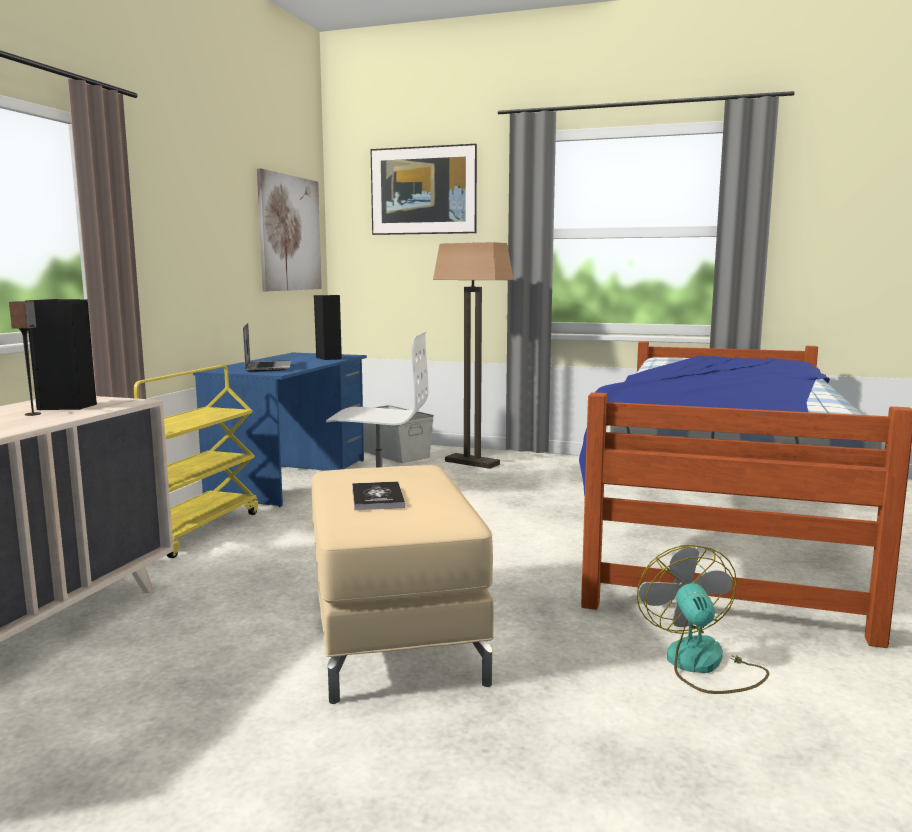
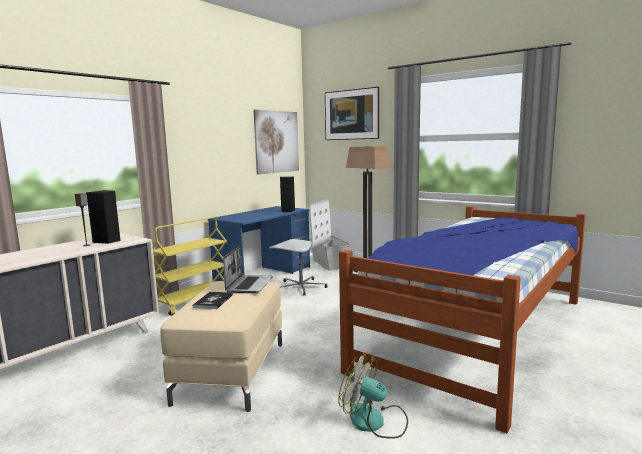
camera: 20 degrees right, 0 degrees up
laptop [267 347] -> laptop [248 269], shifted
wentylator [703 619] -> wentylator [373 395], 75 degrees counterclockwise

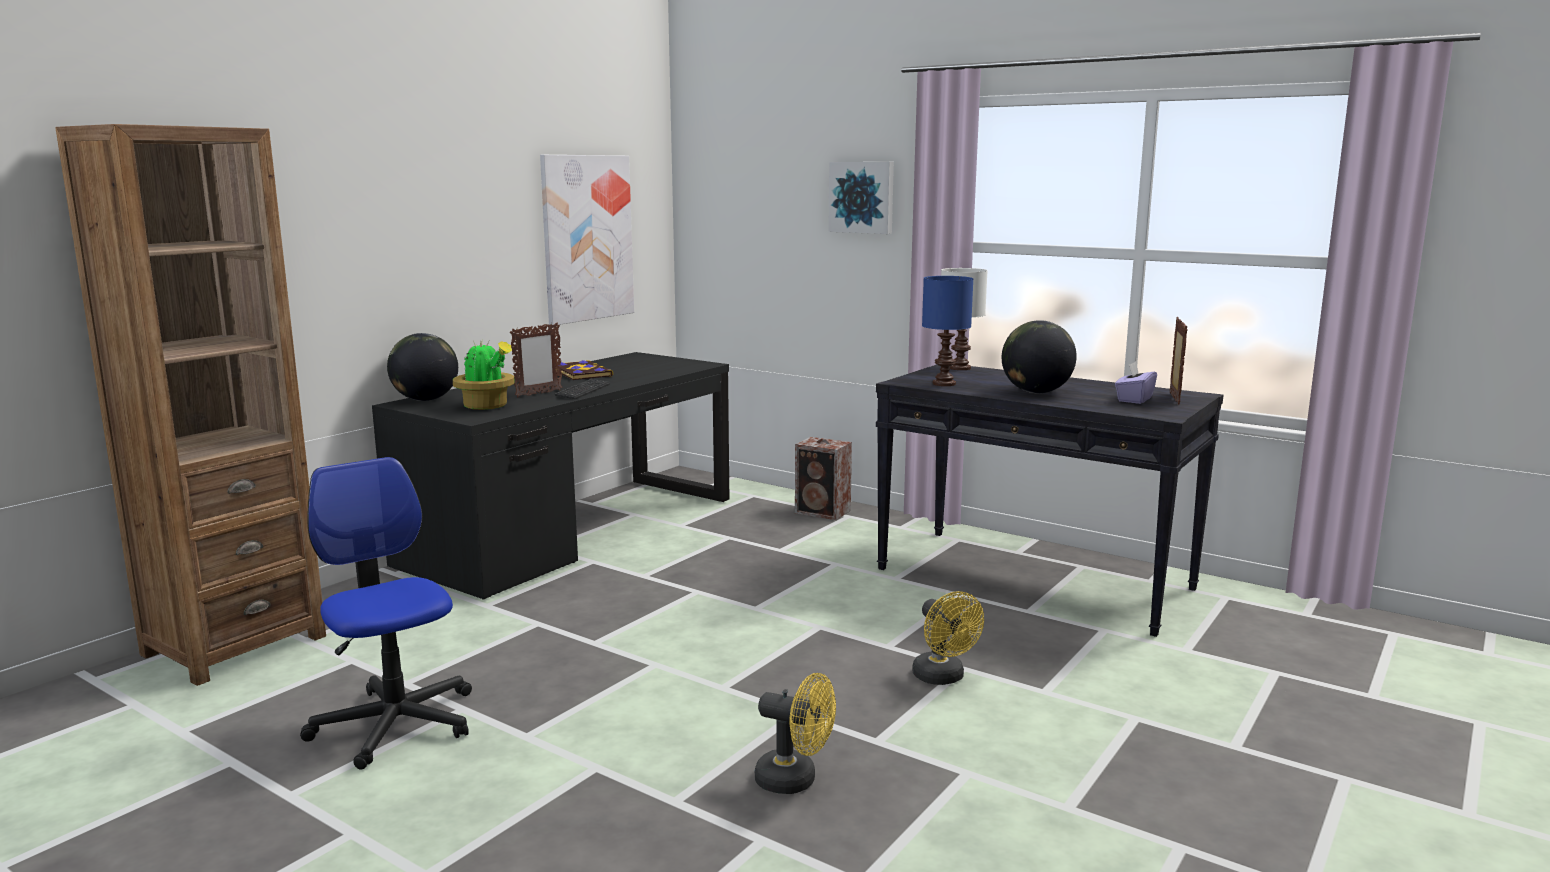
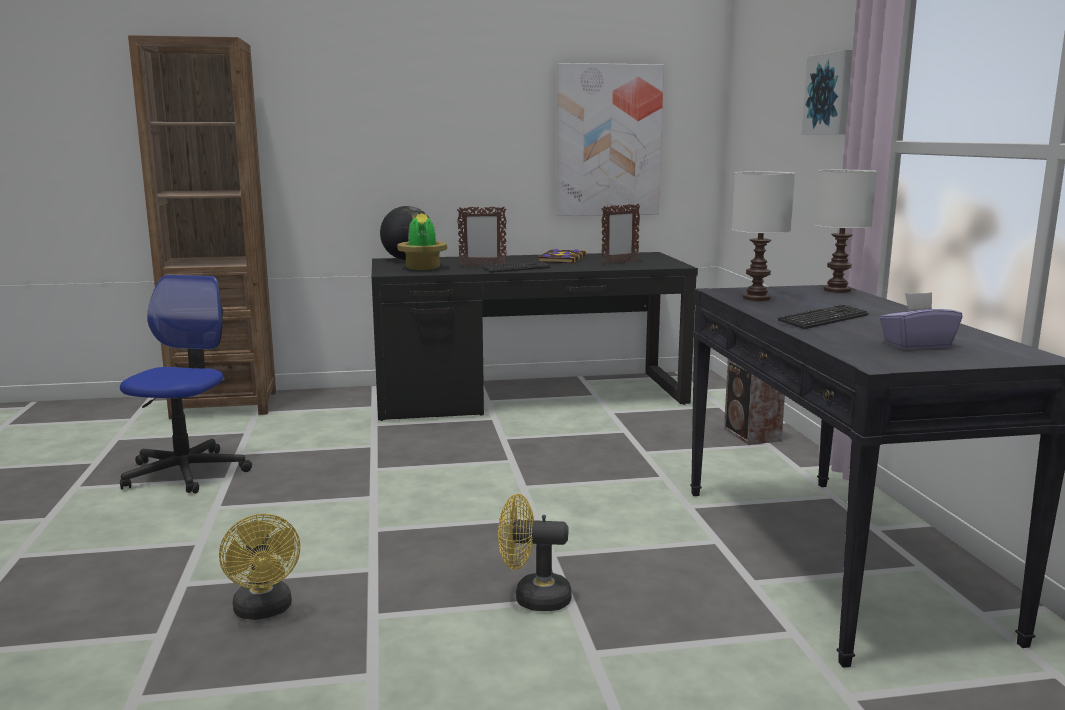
camera: 45 degrees right, 0 degrees up
lampa stołowa/niebieski [947 331] -> lampa stołowa/biały [763 236]
ramka na zdjęcie [1178 360] -> ramka na zdjęcie [621 234], shifted
globus [1039 356] -> klawiatura [823 316]
wentylator/żółty [948 638] -> wentylator/żółty [535 552], 75 degrees clockwise

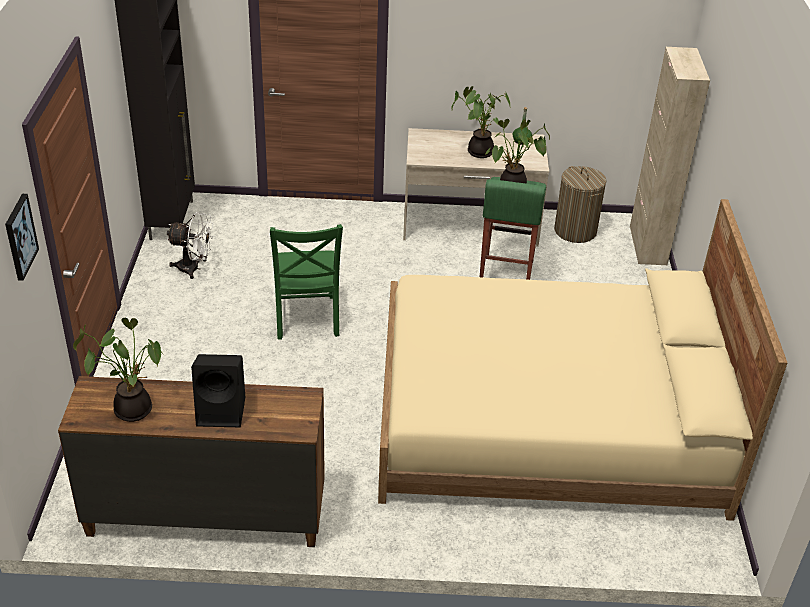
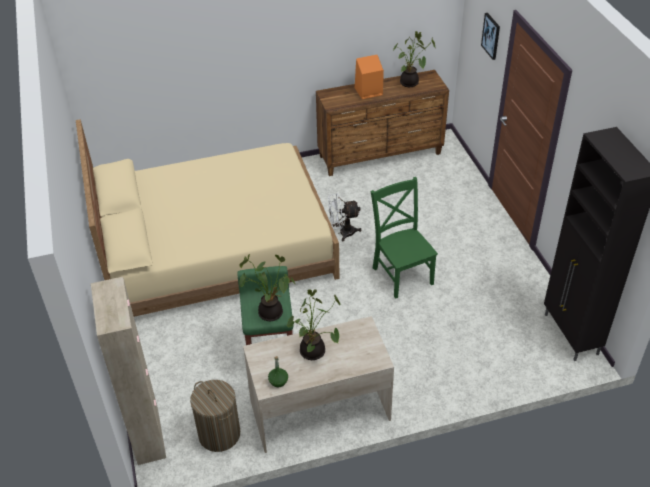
camera: 165 degrees right, 5 degrees up
wentylator/biały [190 245] -> wentylator/biały [344 217], shifted
głośnik/czarny [218 390] -> głośnik/pomarańczowy [369 77]

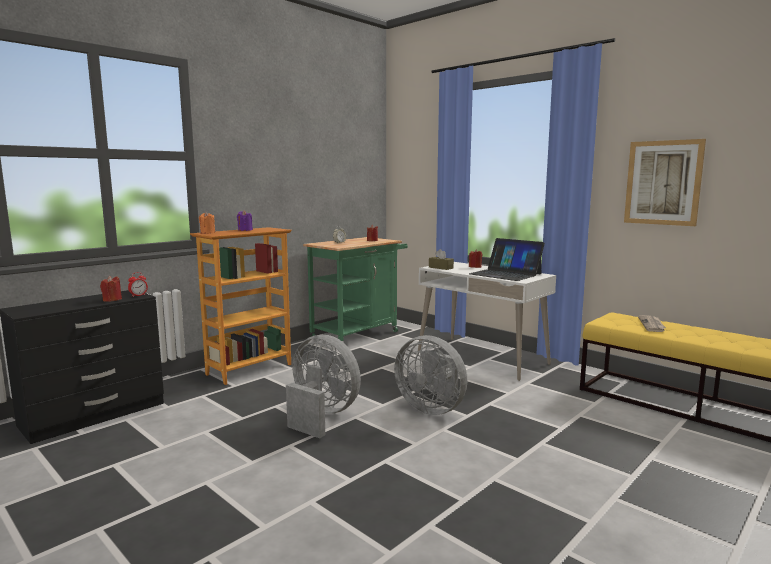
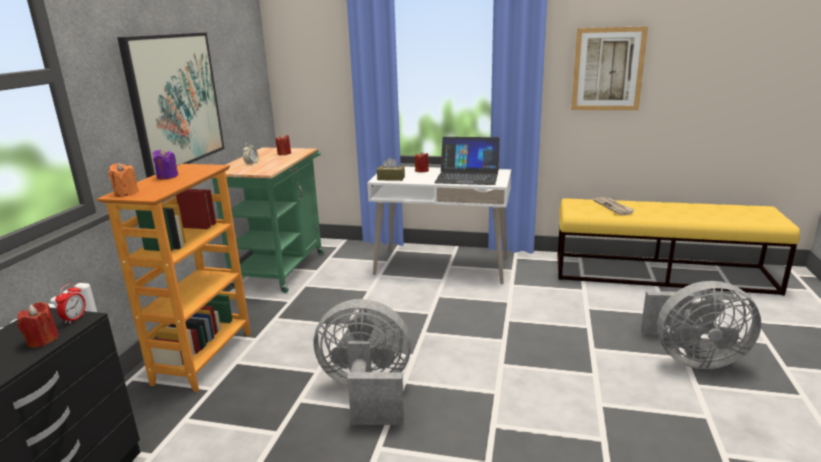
camera: 30 degrees left, 10 degrees up
wentylator/szary [431 375] -> wentylator/szary [701 325], shifted
none -> obraz [170 105]

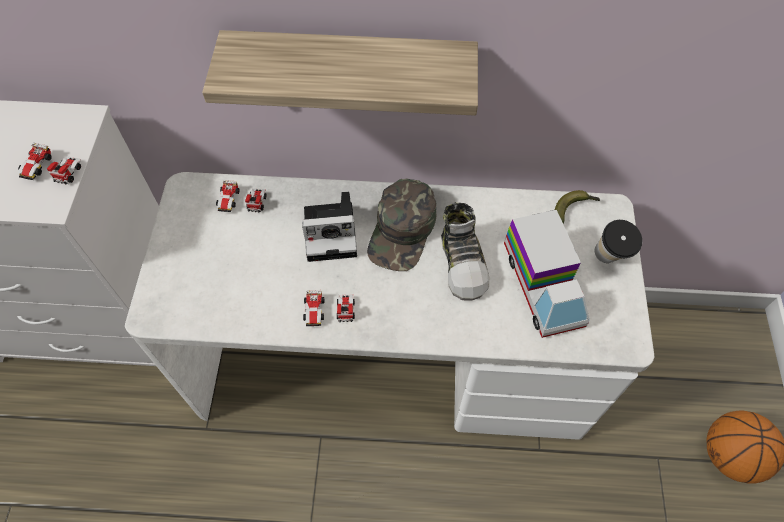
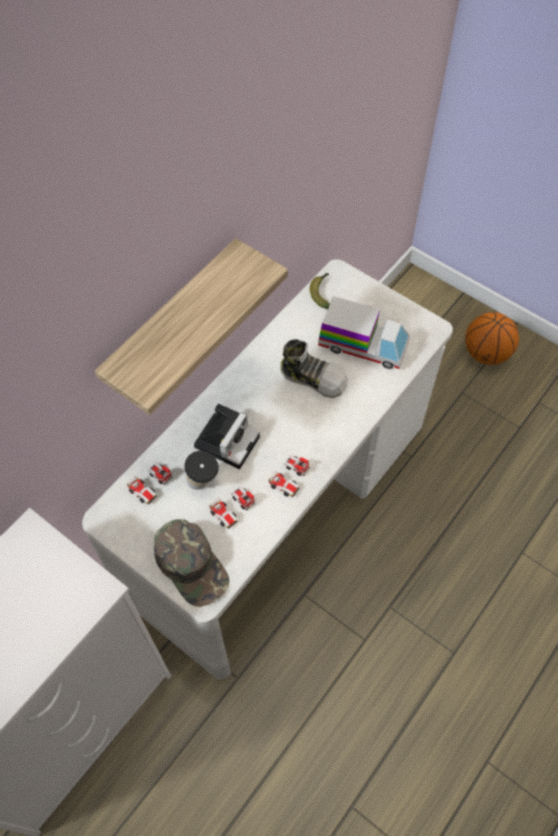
camera: 55 degrees left, 0 degrees up
samochodzik [49 163] -> samochodzik [232 507], shifted
czapka z daszkiem/zielony [402 225] -> czapka z daszkiem/zielony [191 563], shifted
filiżanka [618 241] -> filiżanka [201 470], shifted

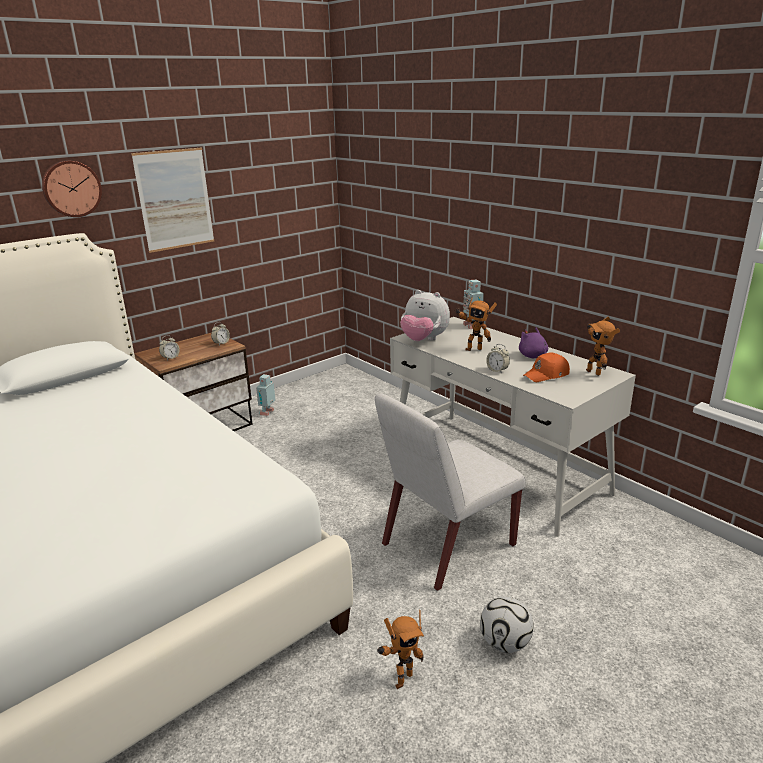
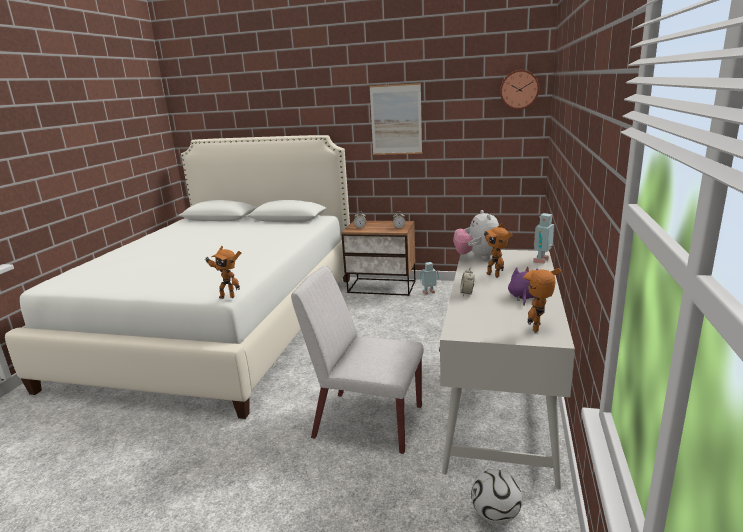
camera: 55 degrees right, 5 degrees down
zegar ścienny [72 188] -> zegar ścienny [519 90], shifted
czapka z daszkiem/pomarańczowy [546 367] -> none
piłka futbolowa [507 625] -> piłka futbolowa [496 496], shifted
robot zabawkowy [400 649] -> robot zabawkowy [222 272], shifted

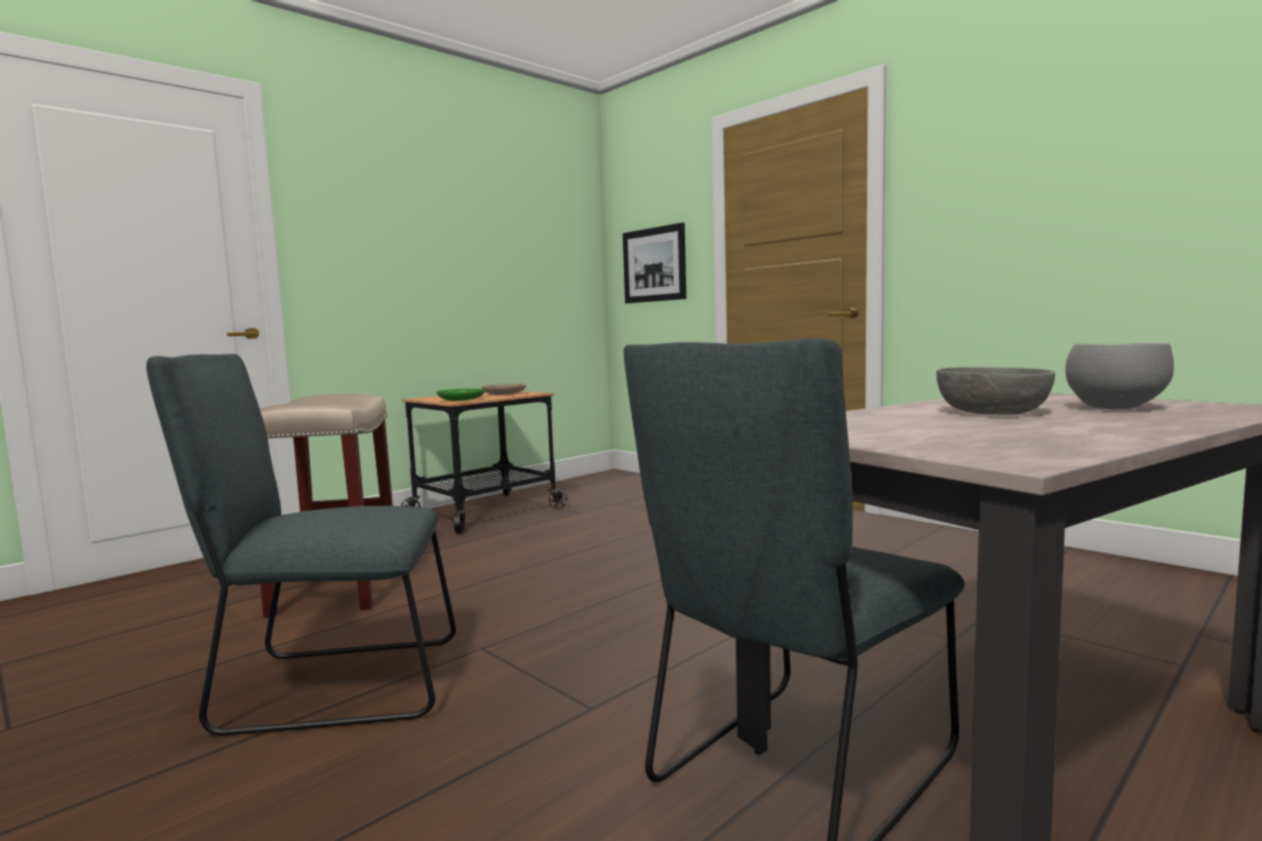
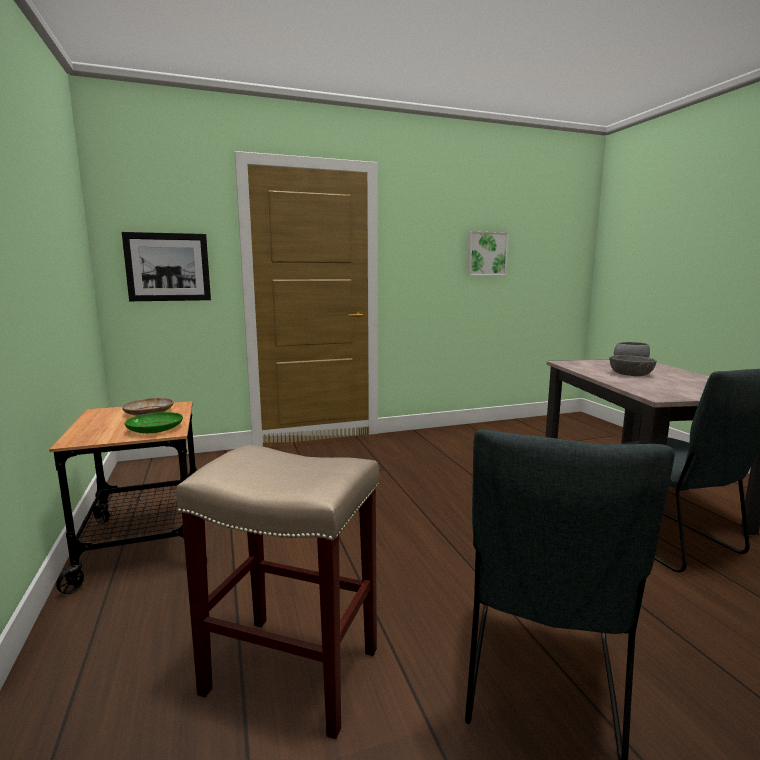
camera: 65 degrees left, 5 degrees up
none -> obraz [488 253]

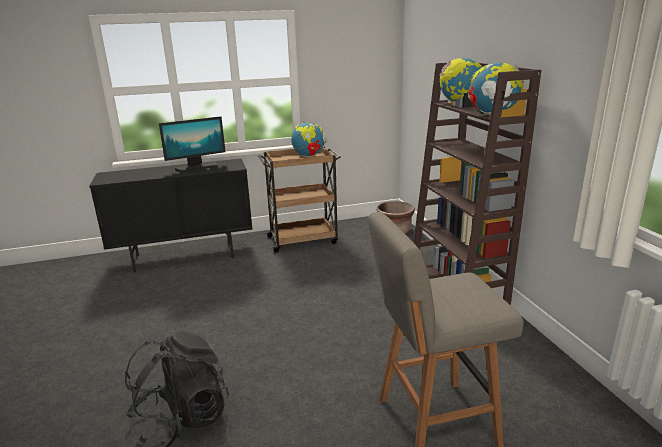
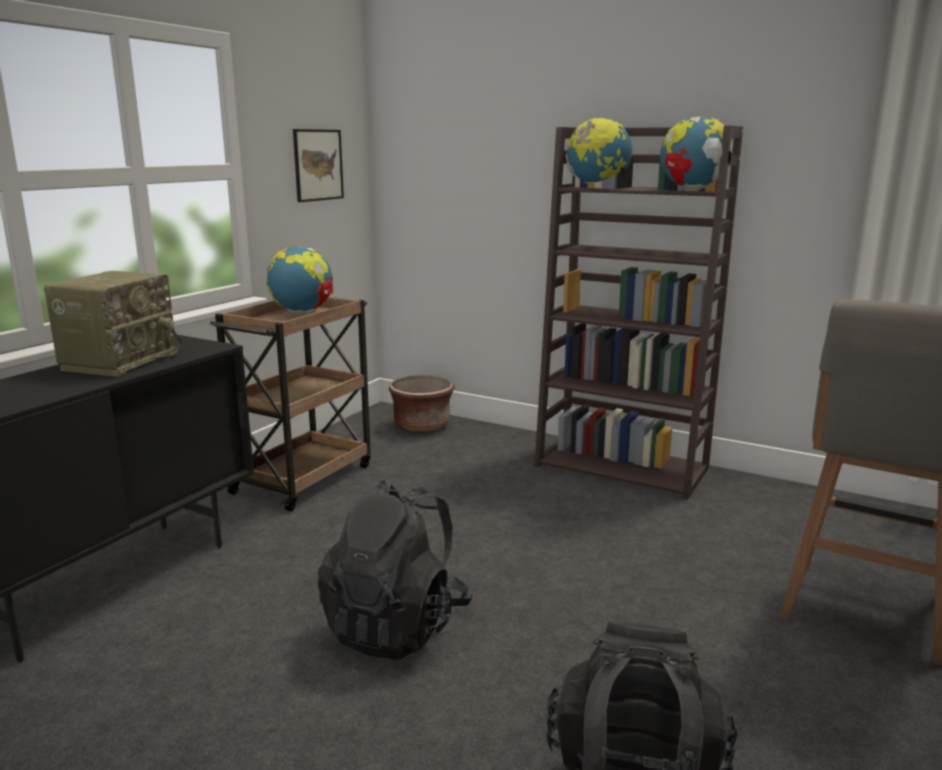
camera: 45 degrees left, 5 degrees down
monitor [192 144] -> radio [112 324]
none -> obraz [318 165]
none -> plecak/czarny [395 569]

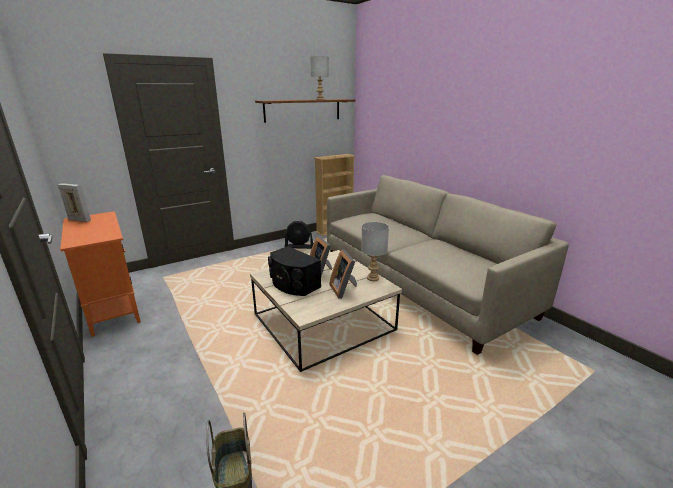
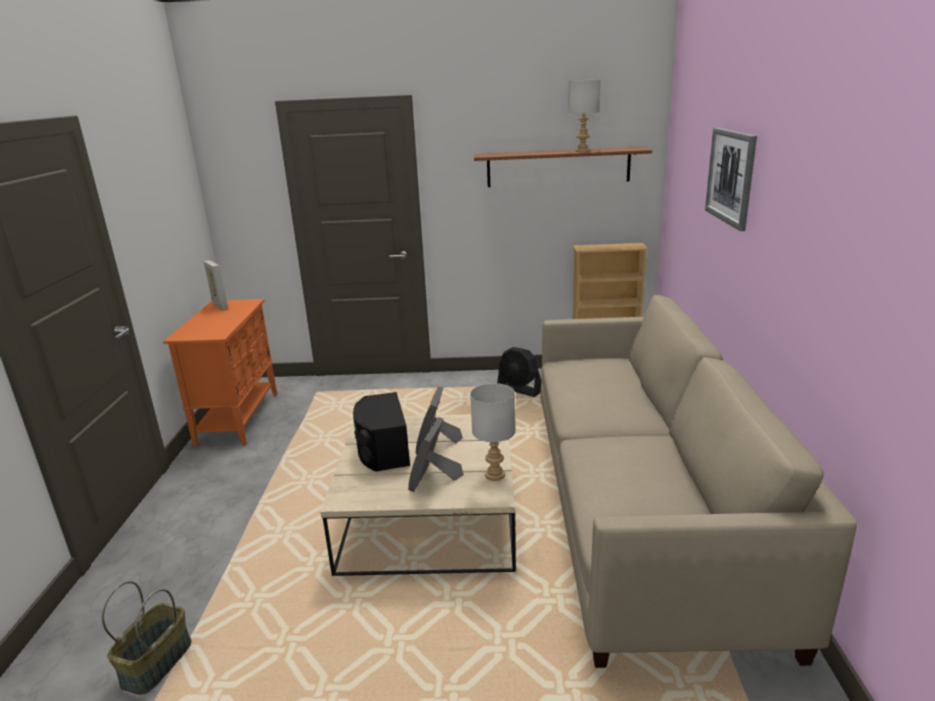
camera: 35 degrees right, 0 degrees up
none -> obraz [731 179]

